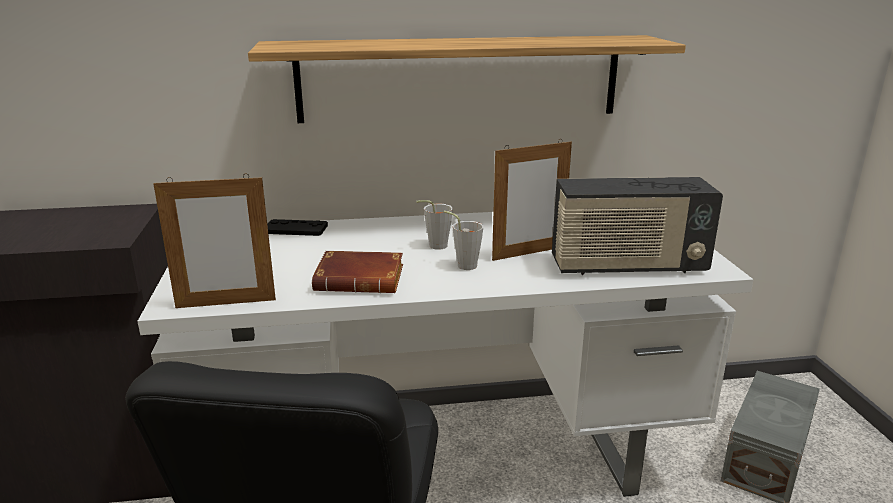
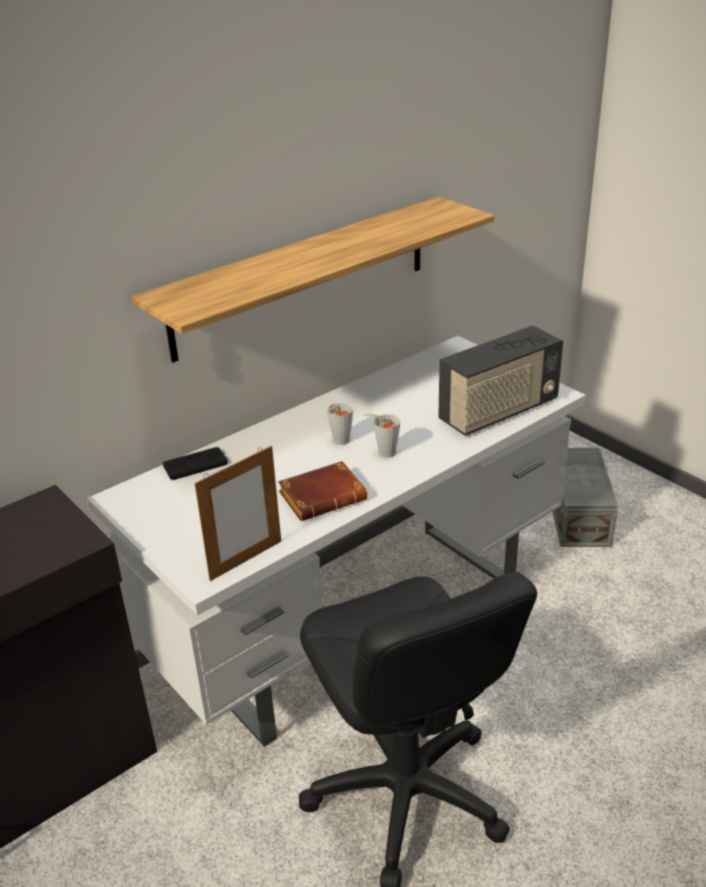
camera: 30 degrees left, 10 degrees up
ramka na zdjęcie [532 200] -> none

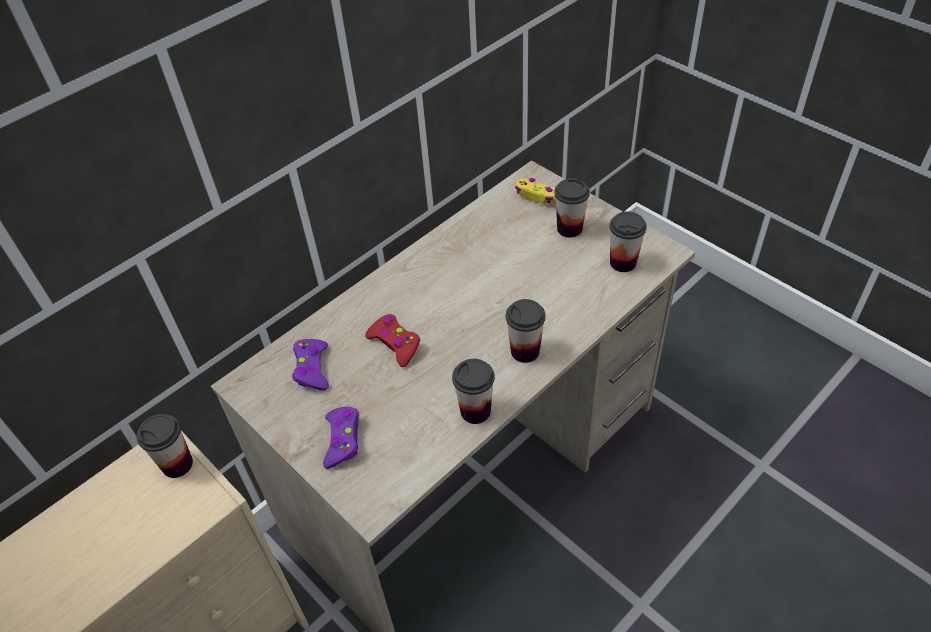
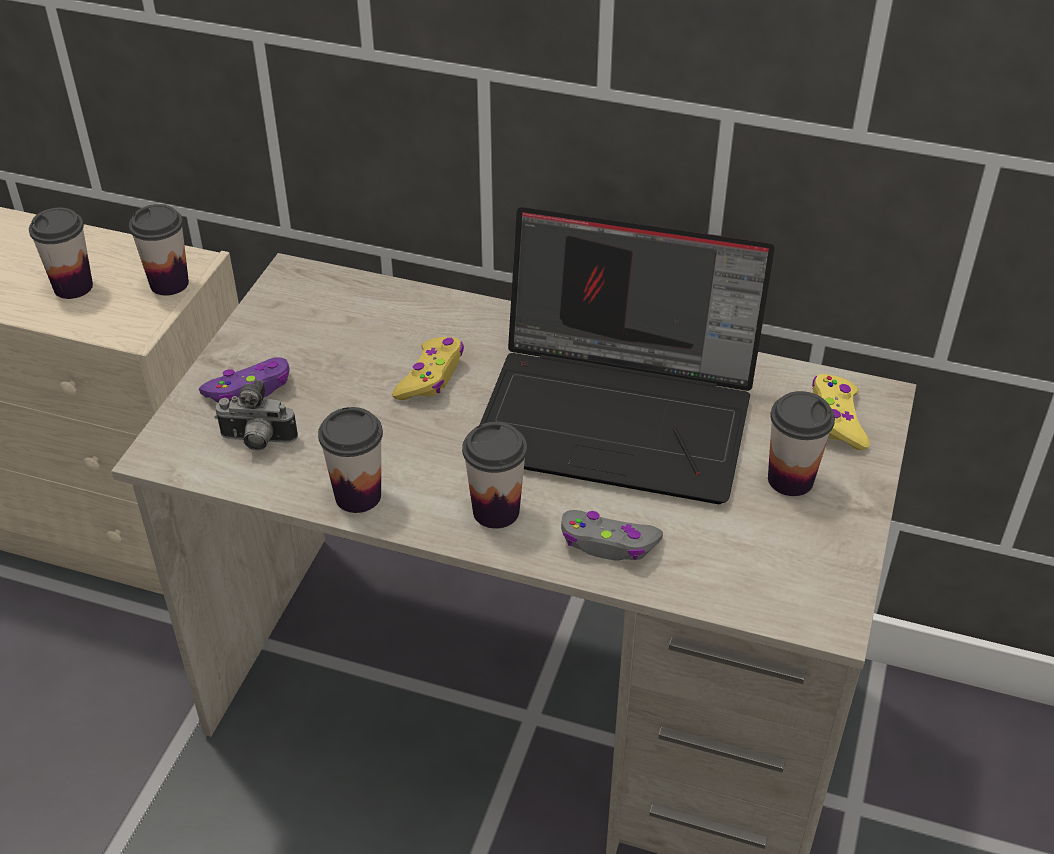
camera: 60 degrees right, 5 degrees down
filiżanka [628 241] -> filiżanka [61 253], shifted
pad do gier/czerwony [392 340] -> pad do gier/żółty [428 368]
pad do gier/fioletowy [310 365] -> none
none -> laptop [627 355]
none -> aparat fotograficzny [256 415]
none -> pad do gier/szary [612 535]

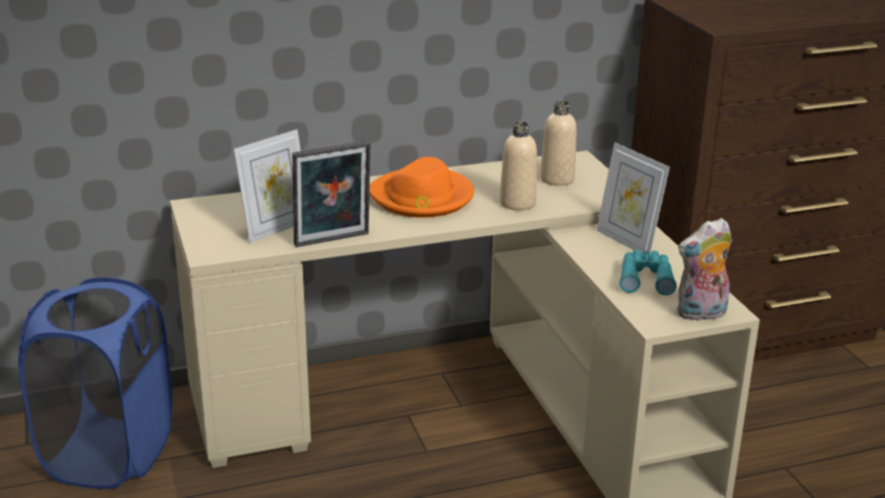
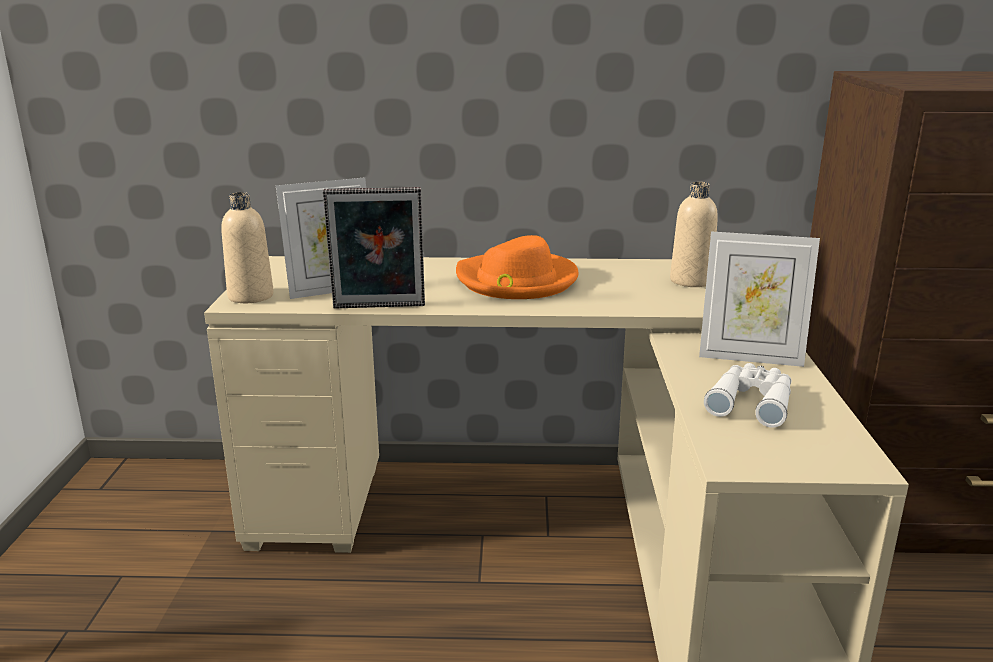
camera: 20 degrees right, 5 degrees down
butelka/beżowy [518 166] -> butelka/beżowy [247 247], shifted
ramka na zdjęcie [633 197] -> ramka na zdjęcie [759 299], 60 degrees counterclockwise
pluszak [704 269] -> none
lornetka/turkusowy [648 272] -> lornetka/biały [747 395]
kosz na pranie/niebieski [95 383] -> none

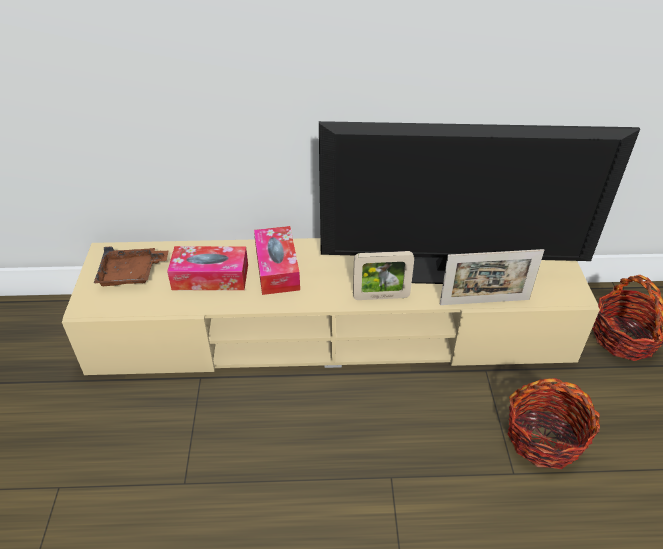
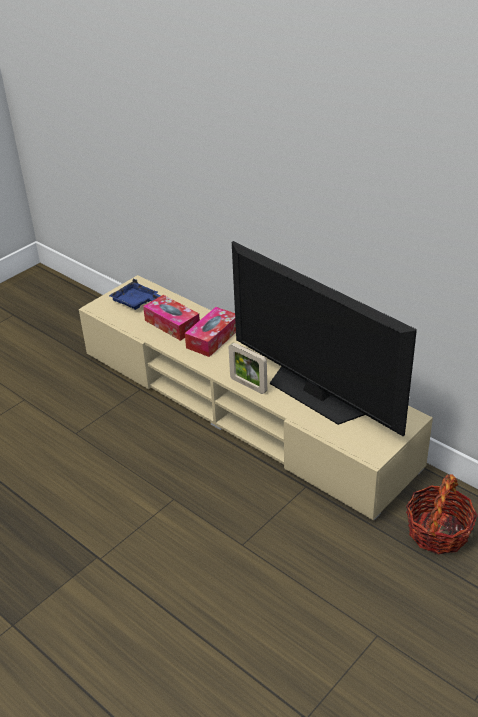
camera: 45 degrees right, 5 degrees down
taca/brązowy [131 266] -> taca/niebieski [134 294]
ramka na zdjęcie [492 277] -> none
koszyk [554 423] -> none

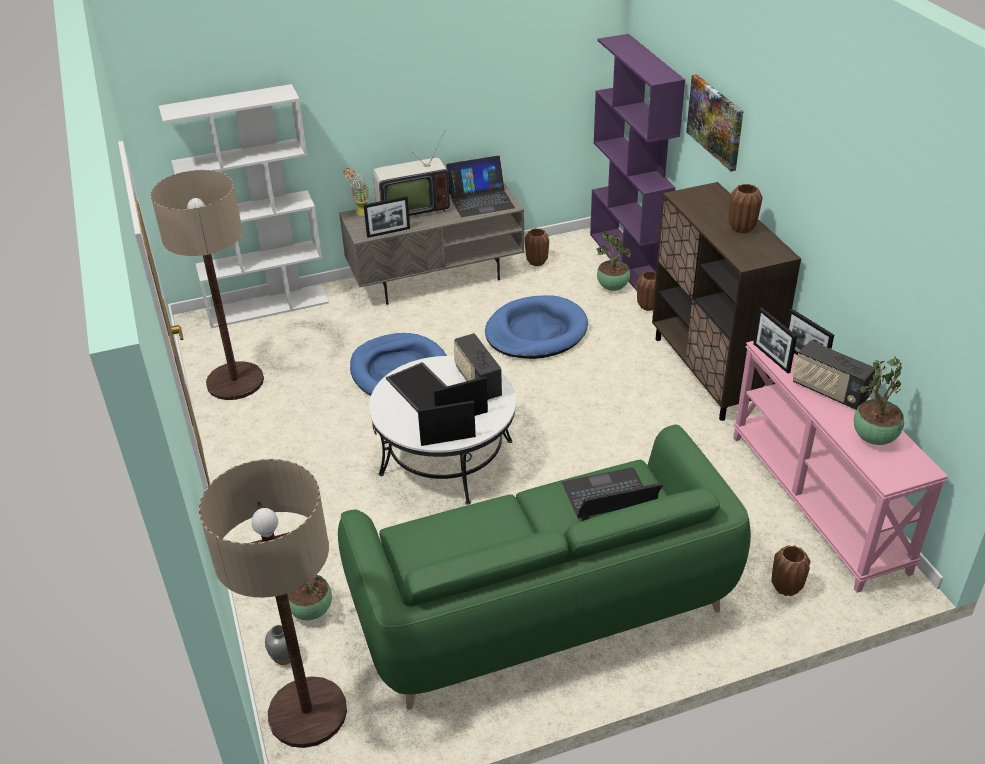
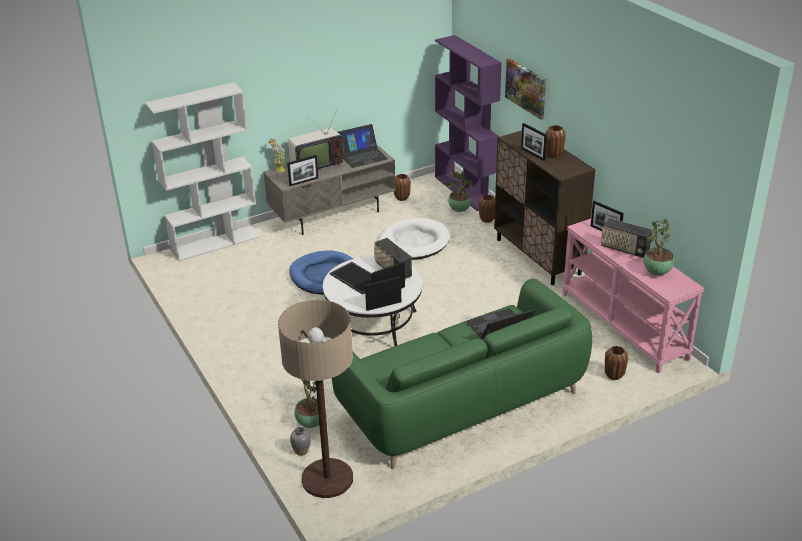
camera: 10 degrees left, 5 degrees down
lampa stojąca [207 285] -> none
legowisko/niebieski [536 327] -> legowisko/biały [414 239]
ramka na zdjęcie [775 340] -> ramka na zdjęcie [534 142], shifted

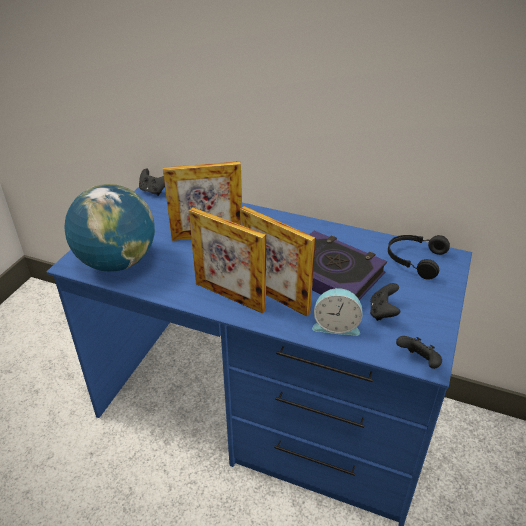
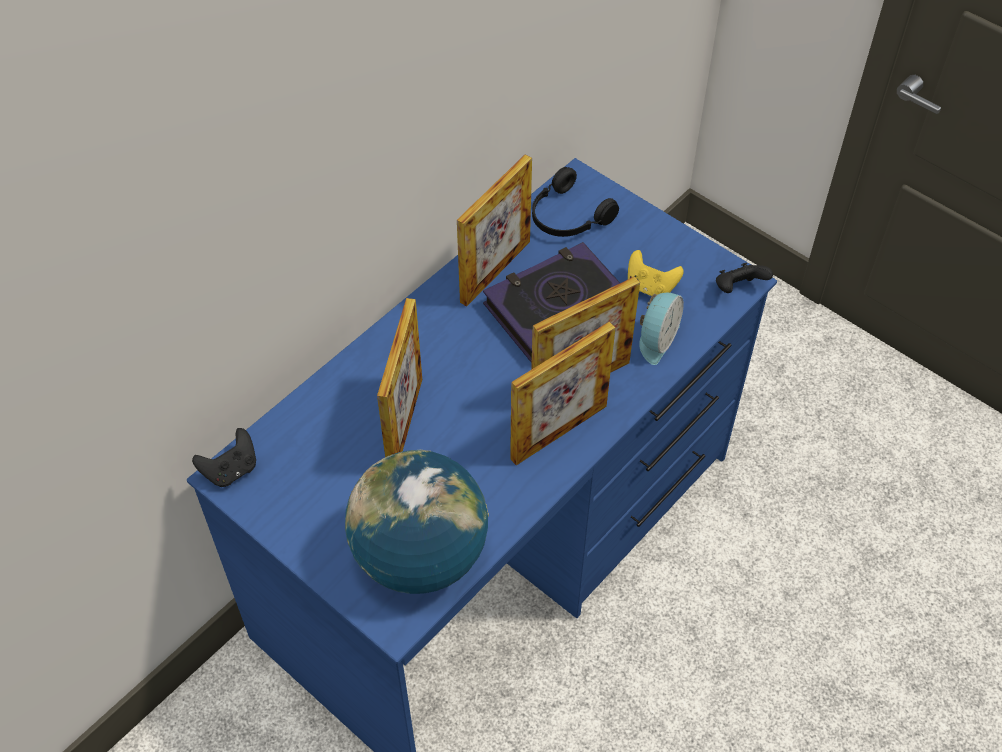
camera: 70 degrees left, 15 degrees up
pad do gier/czarny [385 302] -> pad do gier/żółty [656 273]
none -> ramka na zdjęcie [494 230]

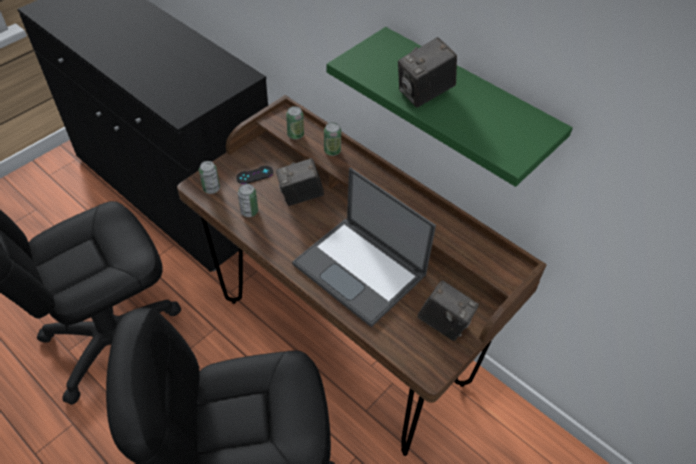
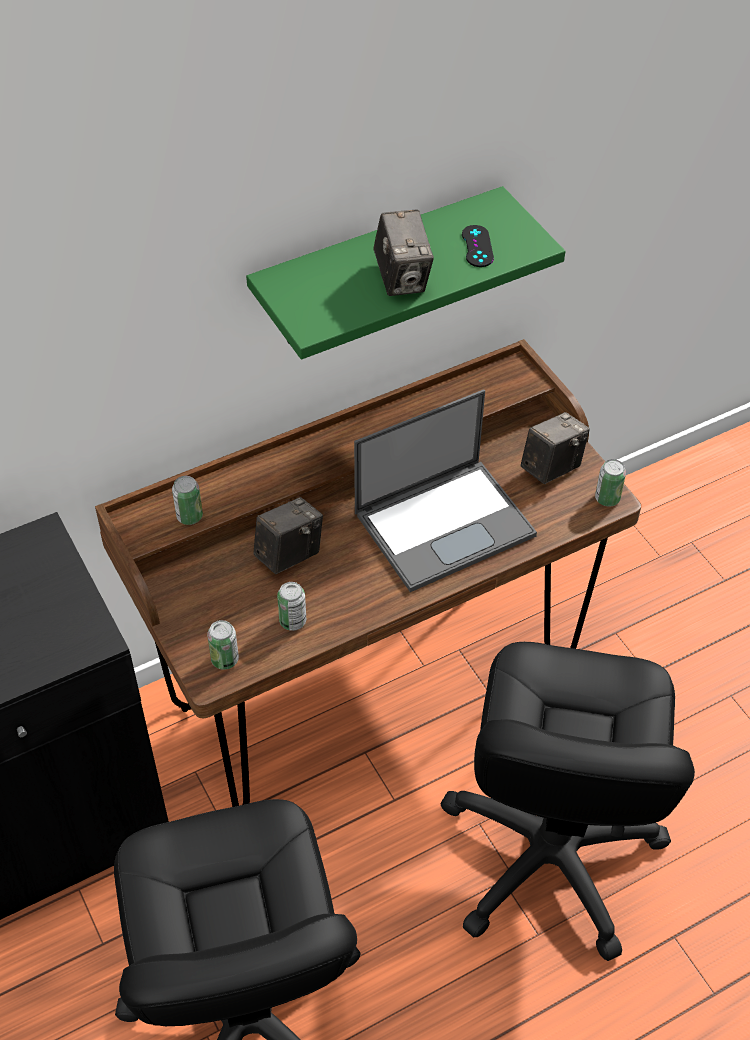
camera: 70 degrees left, 0 degrees up
puszka [332 139] -> puszka [610 483], shifted
aparat fotograficzny [300 182] -> aparat fotograficzny [288 535], 135 degrees counterclockwise
pad do gier/czarny [254 175] -> pad do gier/czarny [478 246], shifted

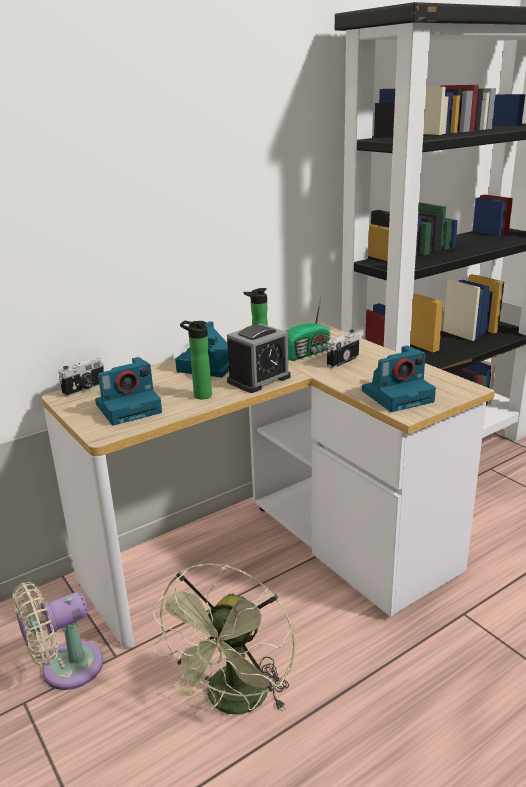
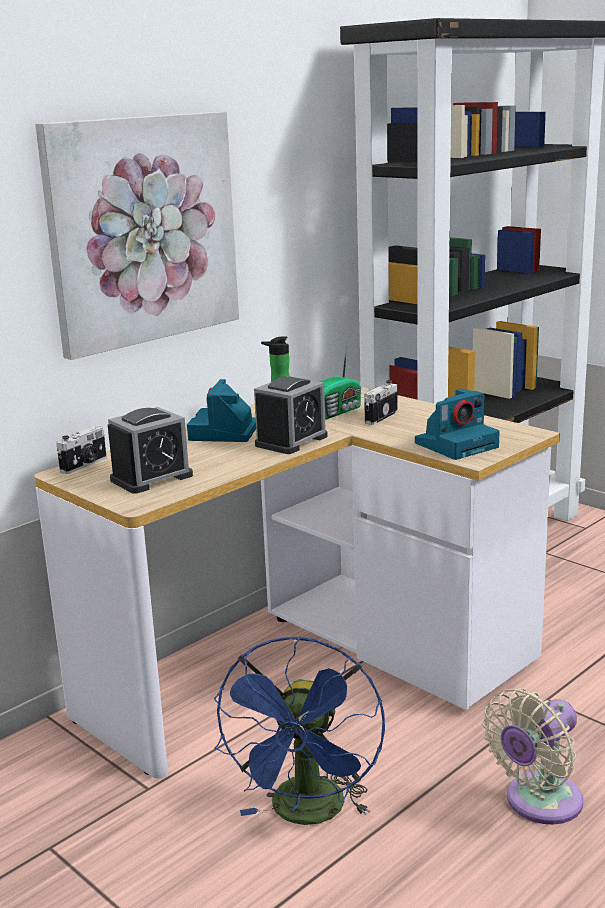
camera: 10 degrees left, 5 degrees down
butelka [196 360] -> none
aparat fotograficzny [128 391] -> budzik [150 450]
wentylator/zielony [223 639] -> wentylator/niebieski [299 730]
wentylator/beżowy [57 636] -> wentylator/beżowy [532 756], shifted
none -> obraz [137 236]

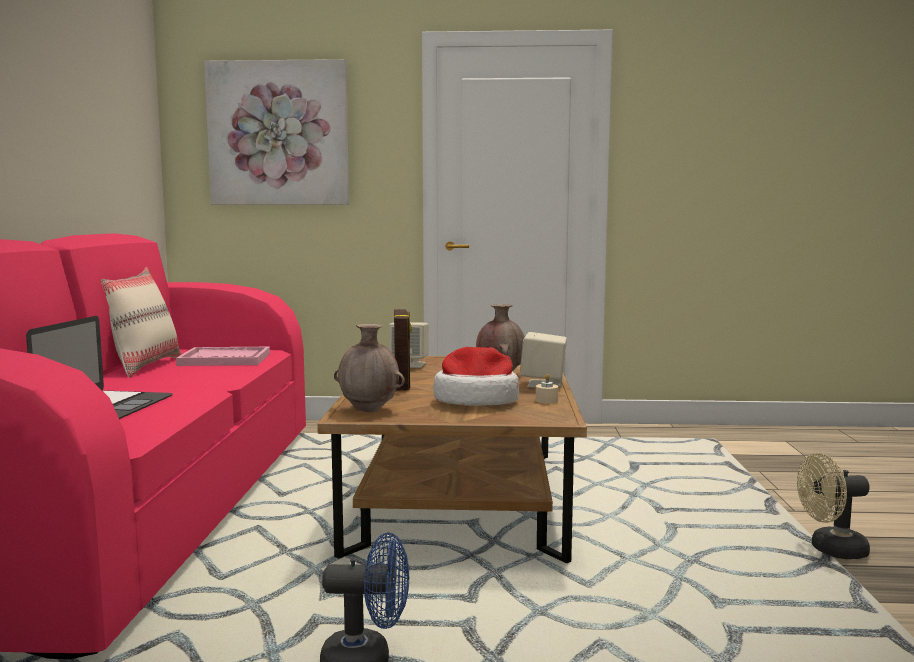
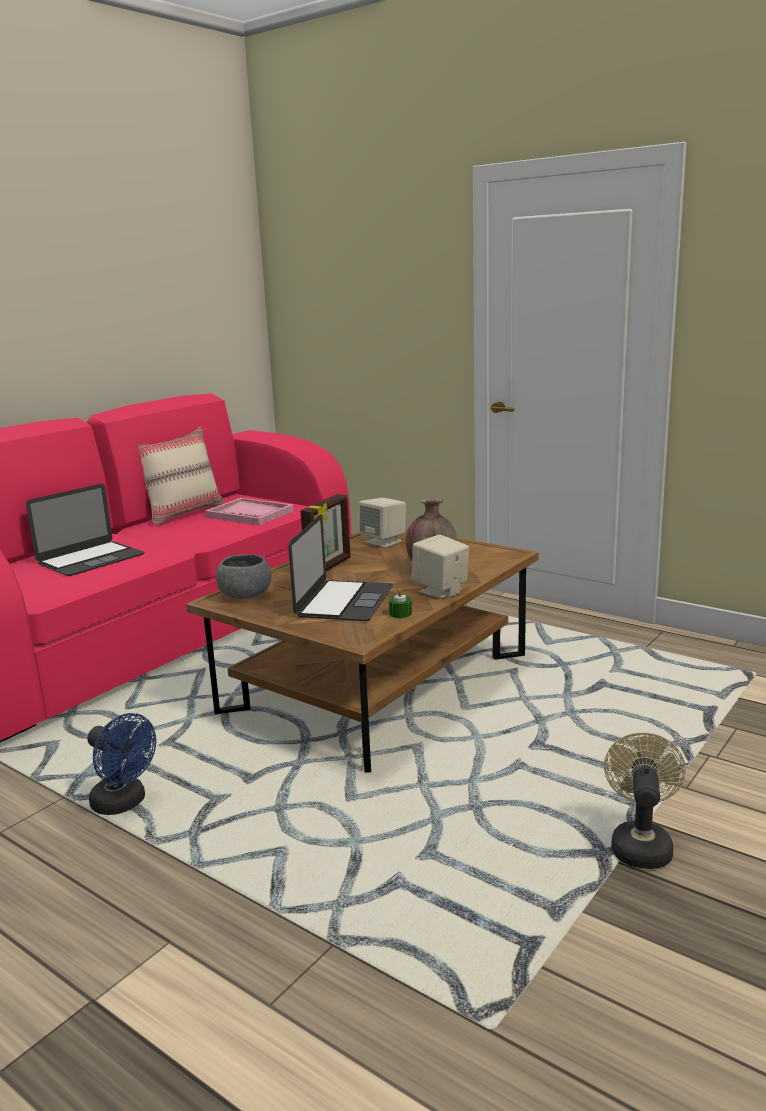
camera: 35 degrees right, 10 degrees up
obraz [276 132] -> none
wazon/brązowy [369 368] -> miska/szary [244 576]
kapelusz [476 376] -> laptop [340 567]
świeca/beżowy [547 389] -> świeca/zielony [400 603]
wentylator/beżowy [833 506] -> wentylator/beżowy [645 800], 75 degrees clockwise

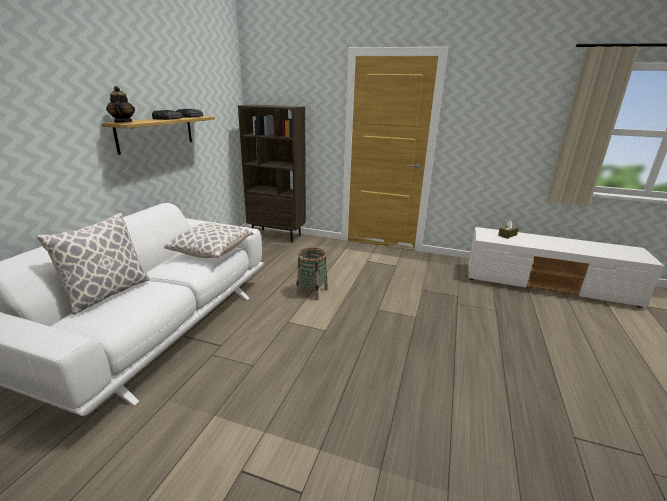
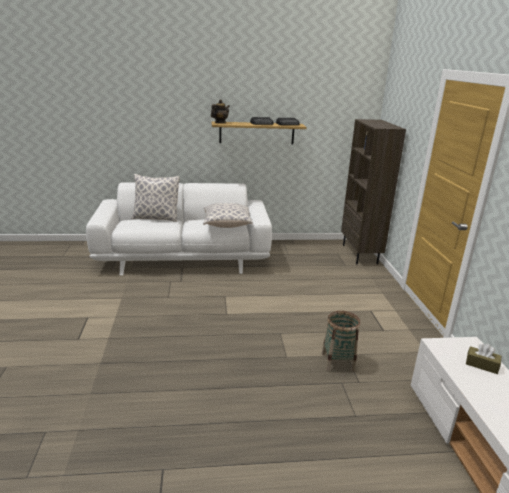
camera: 65 degrees right, 0 degrees up
koszyk [312 274] -> koszyk [341 341], shifted

